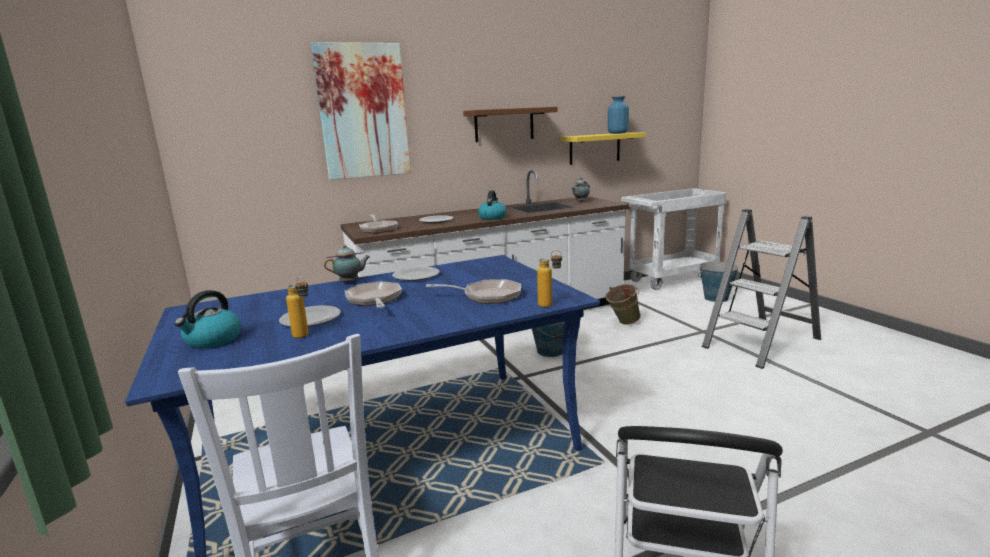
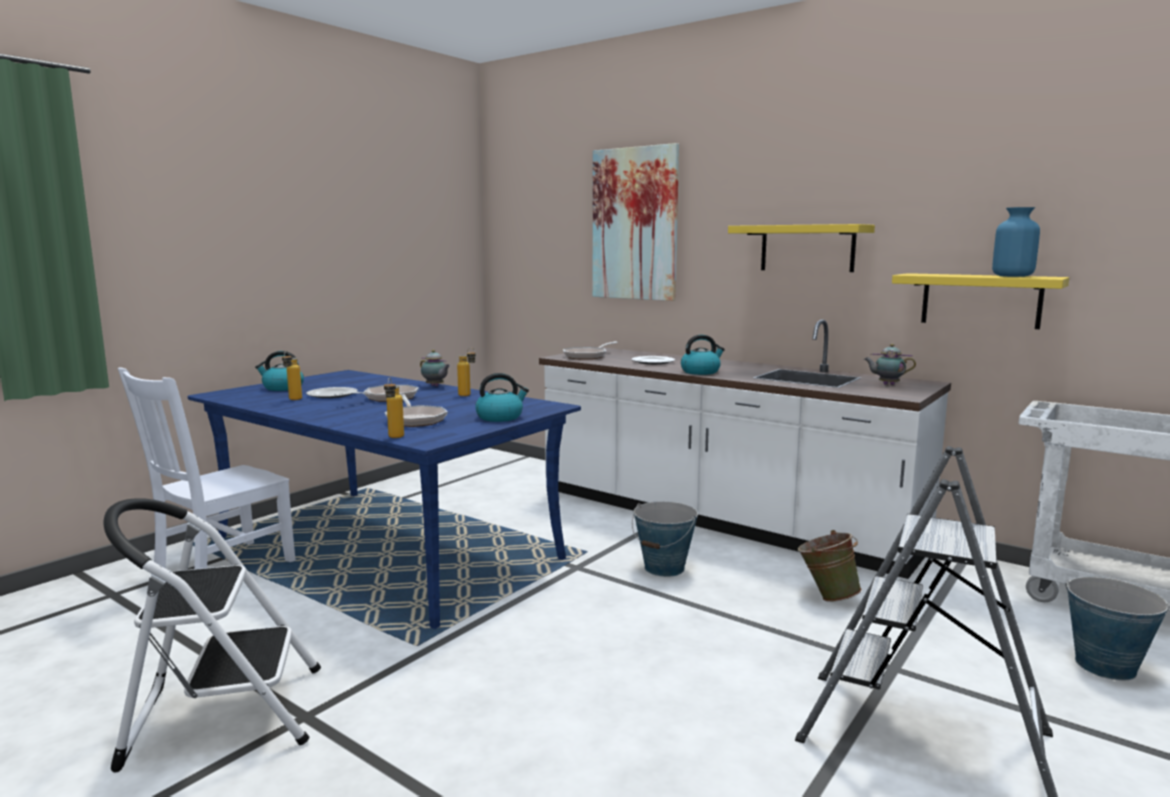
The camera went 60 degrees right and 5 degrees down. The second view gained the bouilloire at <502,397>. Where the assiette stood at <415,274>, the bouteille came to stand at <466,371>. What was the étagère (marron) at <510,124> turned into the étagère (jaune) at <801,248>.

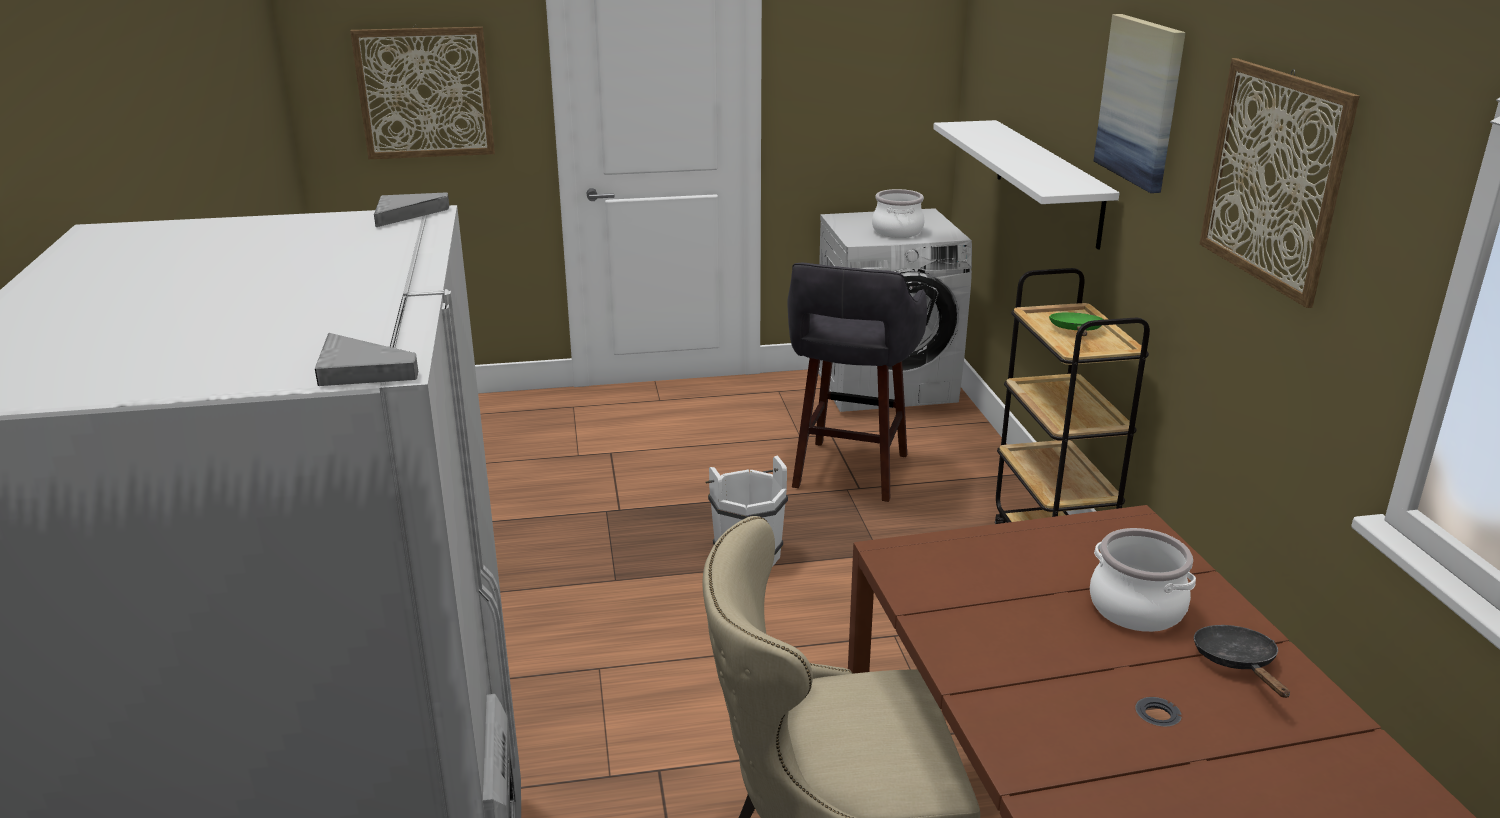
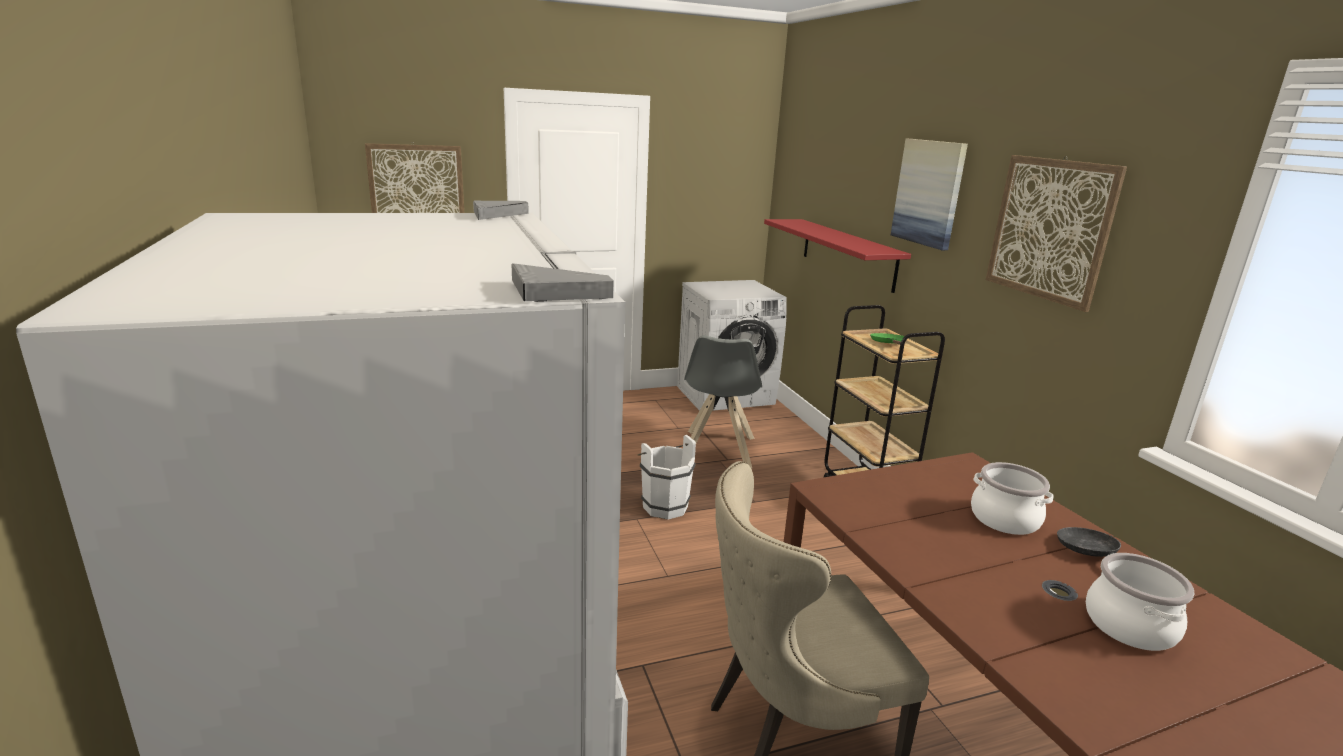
The camera went 10 degrees left and 5 degrees down. The marmite ended up elsewhere, having gone from <898,213> to <1140,602>. Where the tabouret (gris) stood at <857,382>, the chaise (gris) came to stand at <723,402>. What was the étagère (blanc) at <1026,184> turned into the étagère (rouge) at <837,256>.

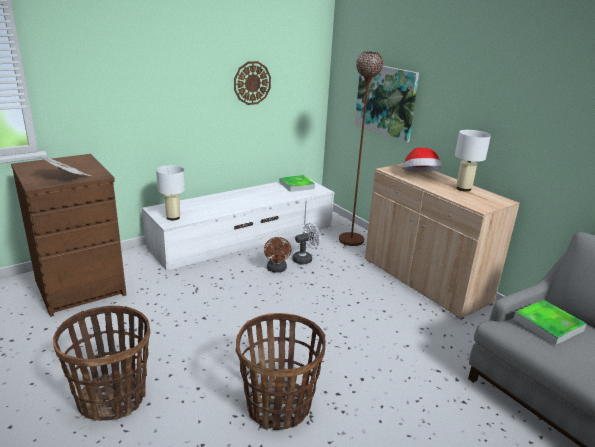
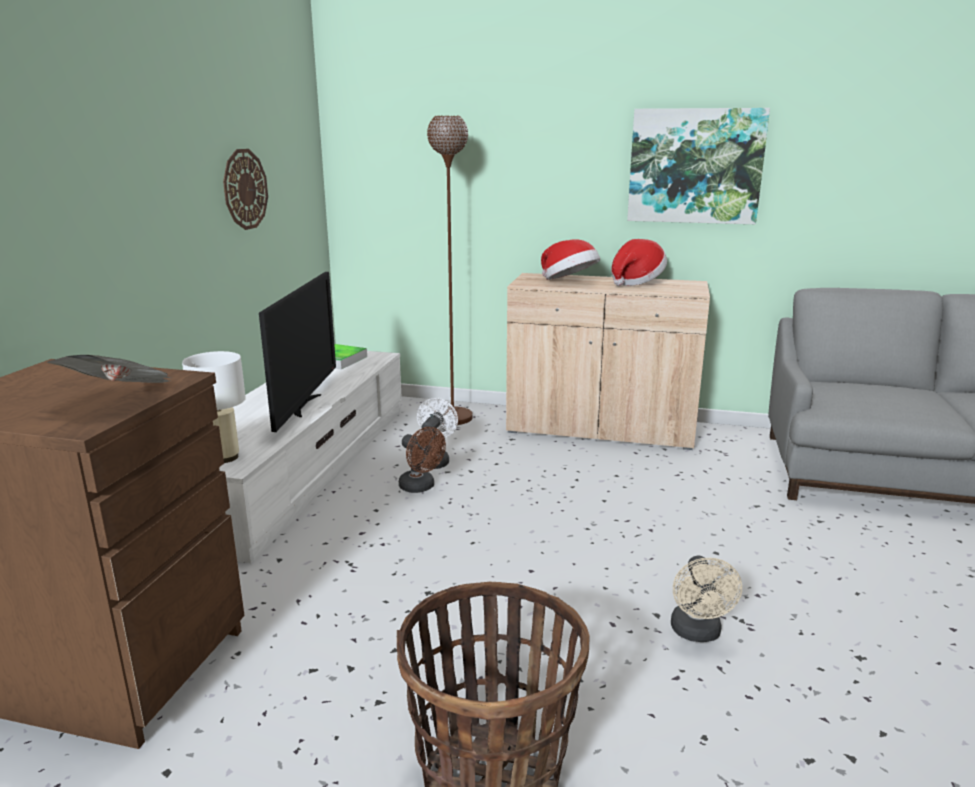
The camera went 40 degrees left and 5 degrees down. The second view lost the plateau at <550,322>. The second view gained the téléviseur at <297,352>. The tableau ended up elsewhere, having gone from <387,104> to <698,166>. Where the panier stood at <281,371>, the ventilateur (beige) came to stand at <706,599>. Where the lampe de table (blanc) stood at <473,161>, the chapeau came to stand at <639,262>.

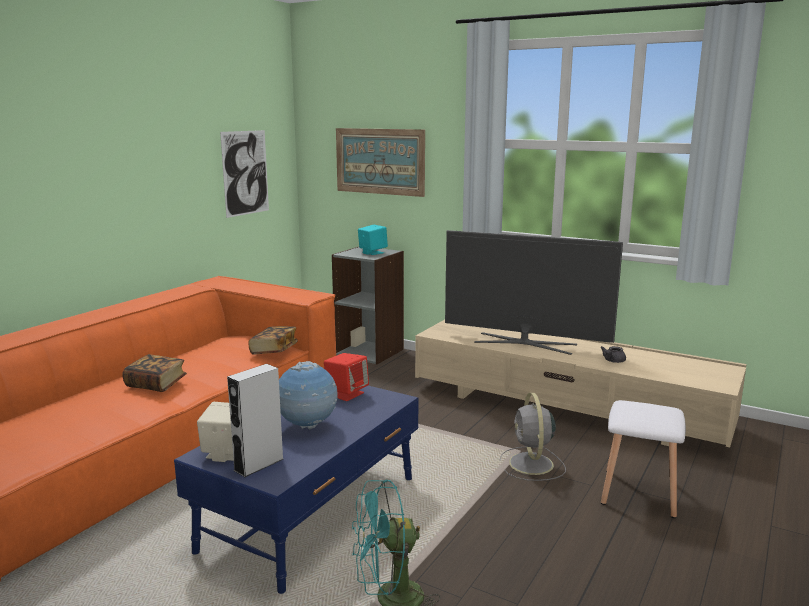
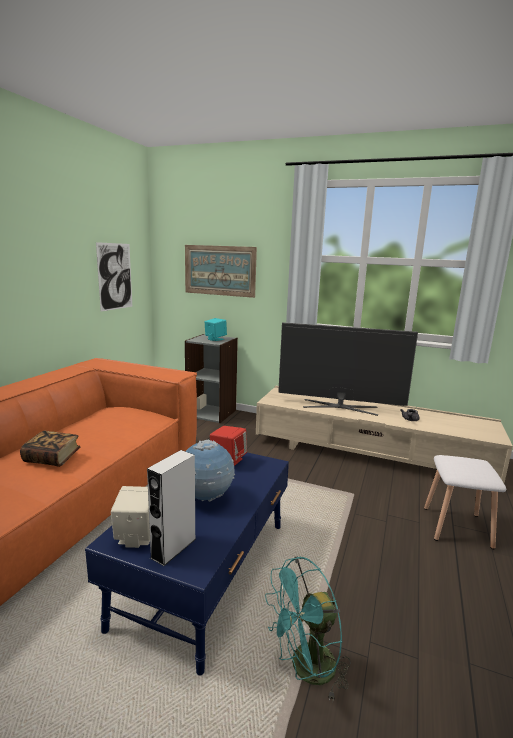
The camera went 10 degrees left and 0 degrees up. The second view lost the livre at <273,340>. The second view lost the ventilateur (gris) at <533,437>.

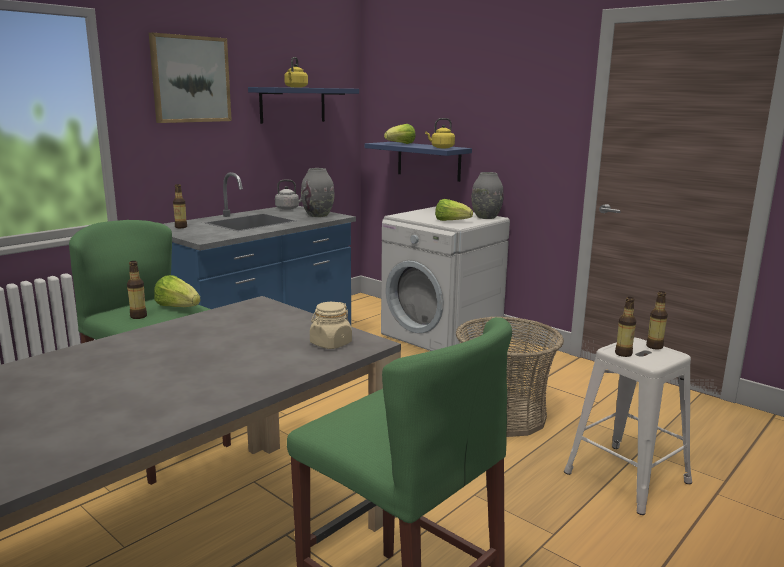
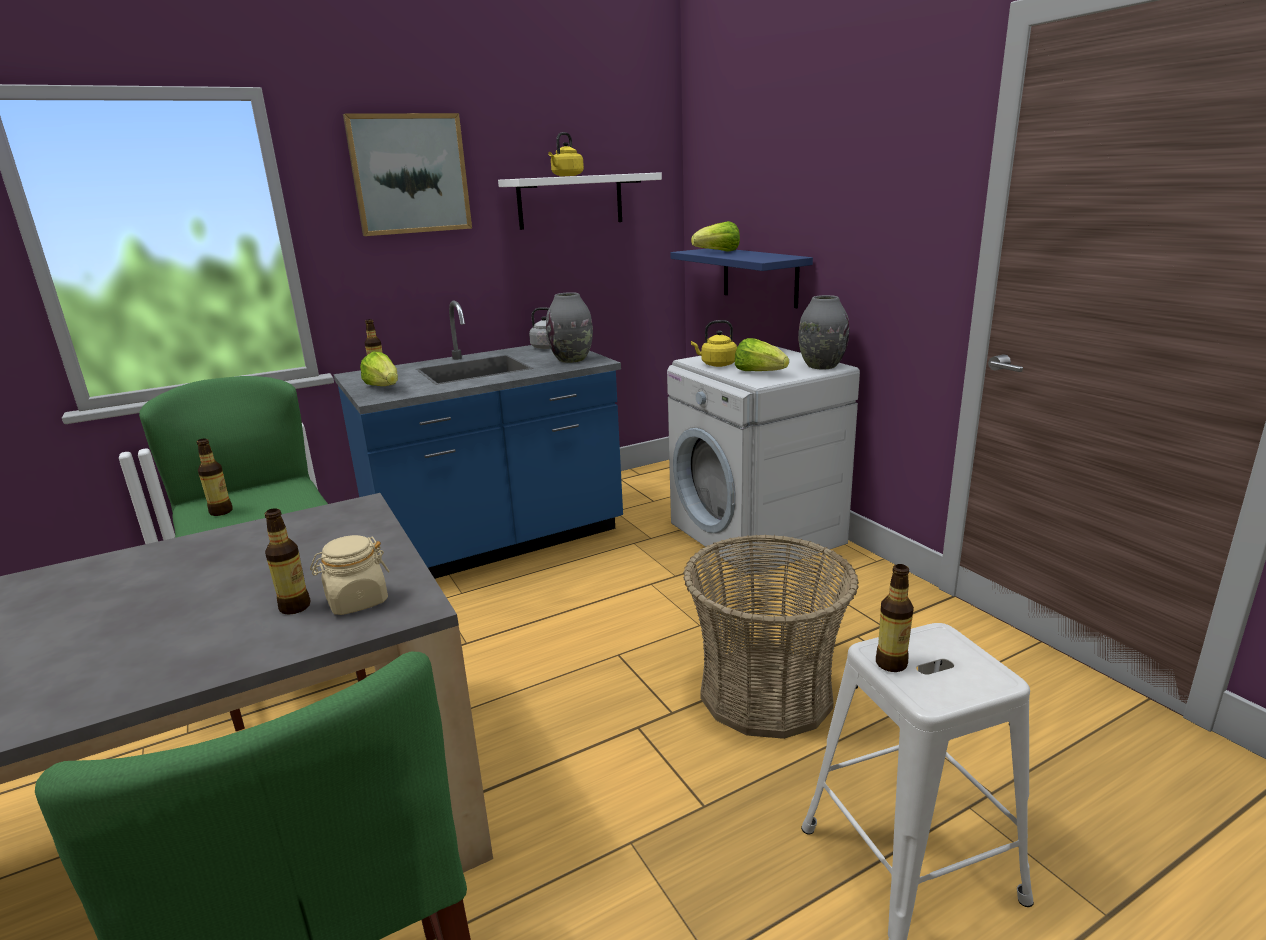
The camera went 20 degrees right and 5 degrees up. The laitue ended up elsewhere, having gone from <177,291> to <379,369>. The bouilloire (jaune) ended up elsewhere, having gone from <440,133> to <714,343>. The bouteille ended up elsewhere, having gone from <657,320> to <287,561>. What was the étagère (bleu) at <303,105> turned into the étagère (blanc) at <580,201>.

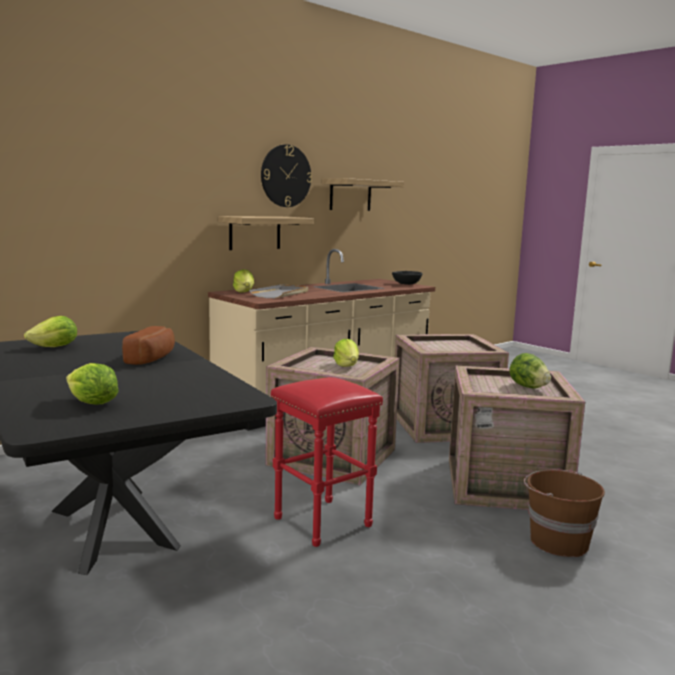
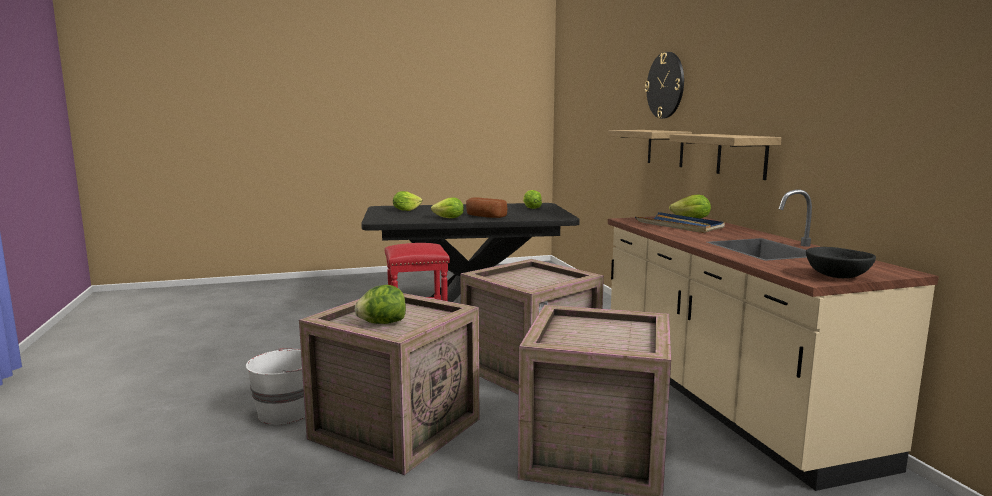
The camera went 115 degrees right and 0 degrees up. The horloge murale ended up elsewhere, having gone from <286,175> to <664,85>. The étagère ended up elsewhere, having gone from <363,194> to <650,148>. The laitue ended up elsewhere, having gone from <346,353> to <447,207>. What was the plateau (gris) at <278,291> turned into the plateau (bleu) at <680,222>. What was the seau (marron) at <564,513> turned into the seau (blanc) at <275,386>.

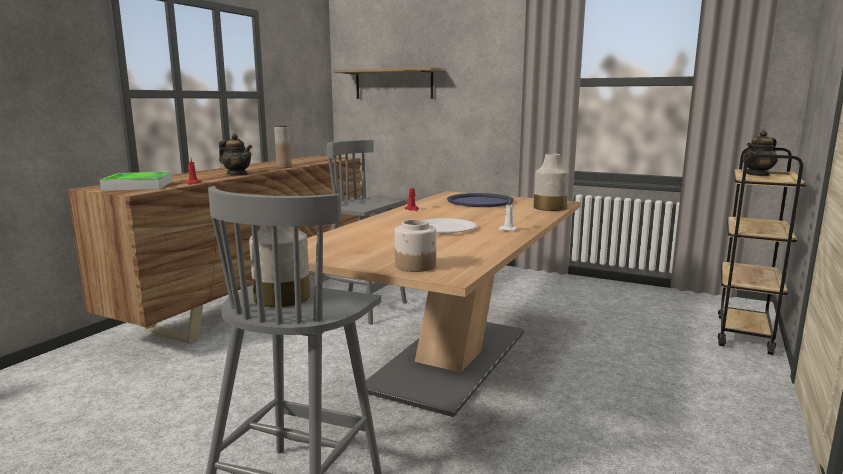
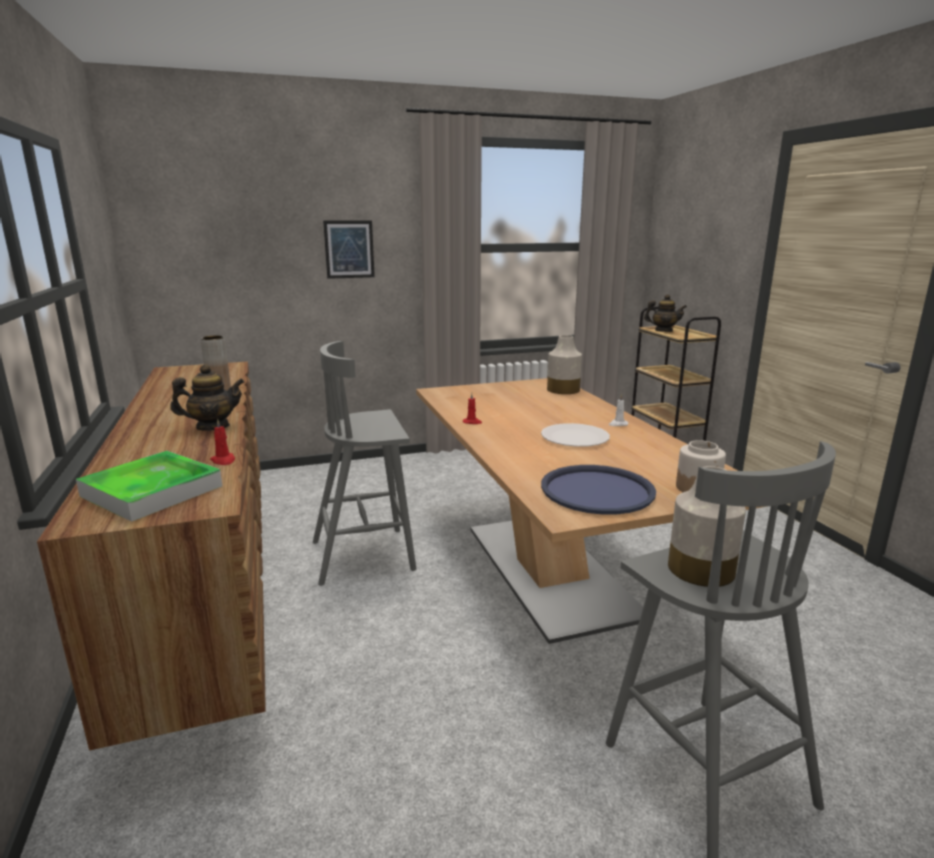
The camera went 45 degrees left and 5 degrees up. The second view lost the étagère at <388,83>. The second view gained the tableau at <349,250>. The plateau (bleu) ended up elsewhere, having gone from <480,200> to <598,489>. The théière at <760,153> ended up facing another way, 90 degrees counterclockwise from before.

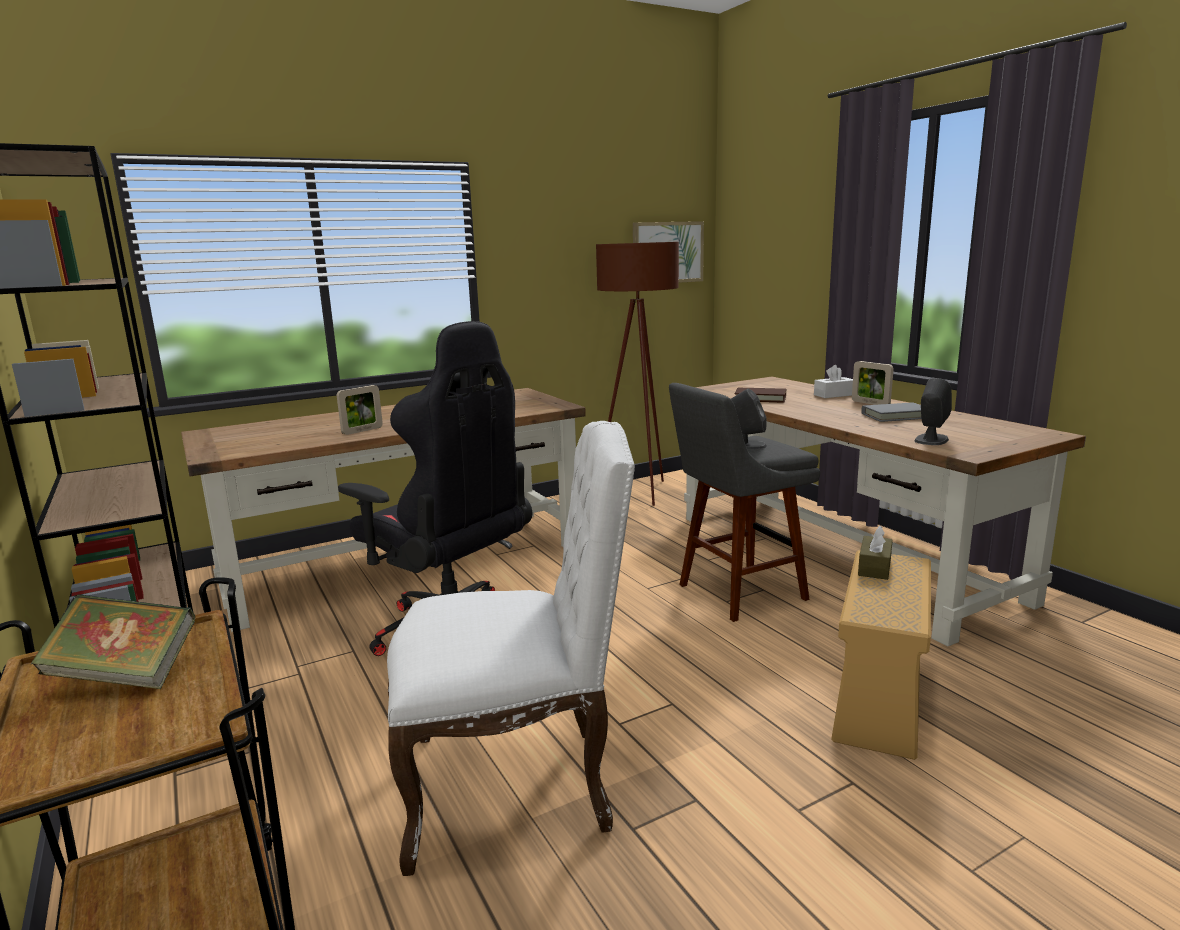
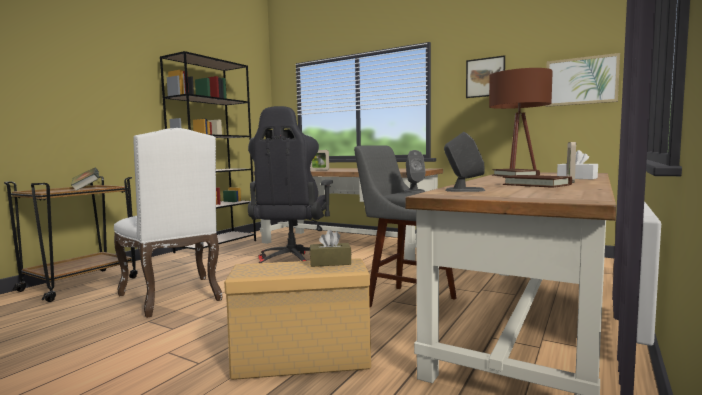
The camera went 60 degrees right and 10 degrees down. The second view gained the tableau at <485,76>. What was the livre (gris) at <891,412> turned into the livre (marron) at <537,181>.

